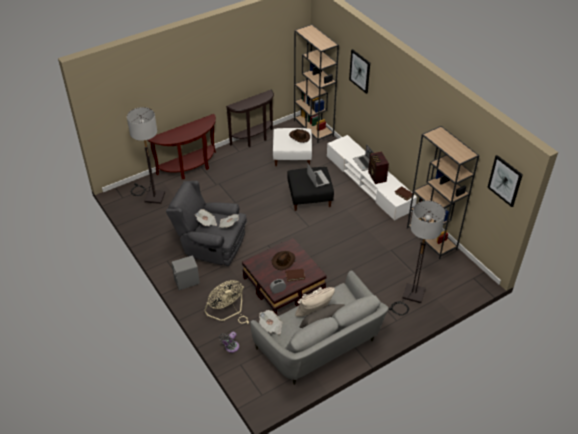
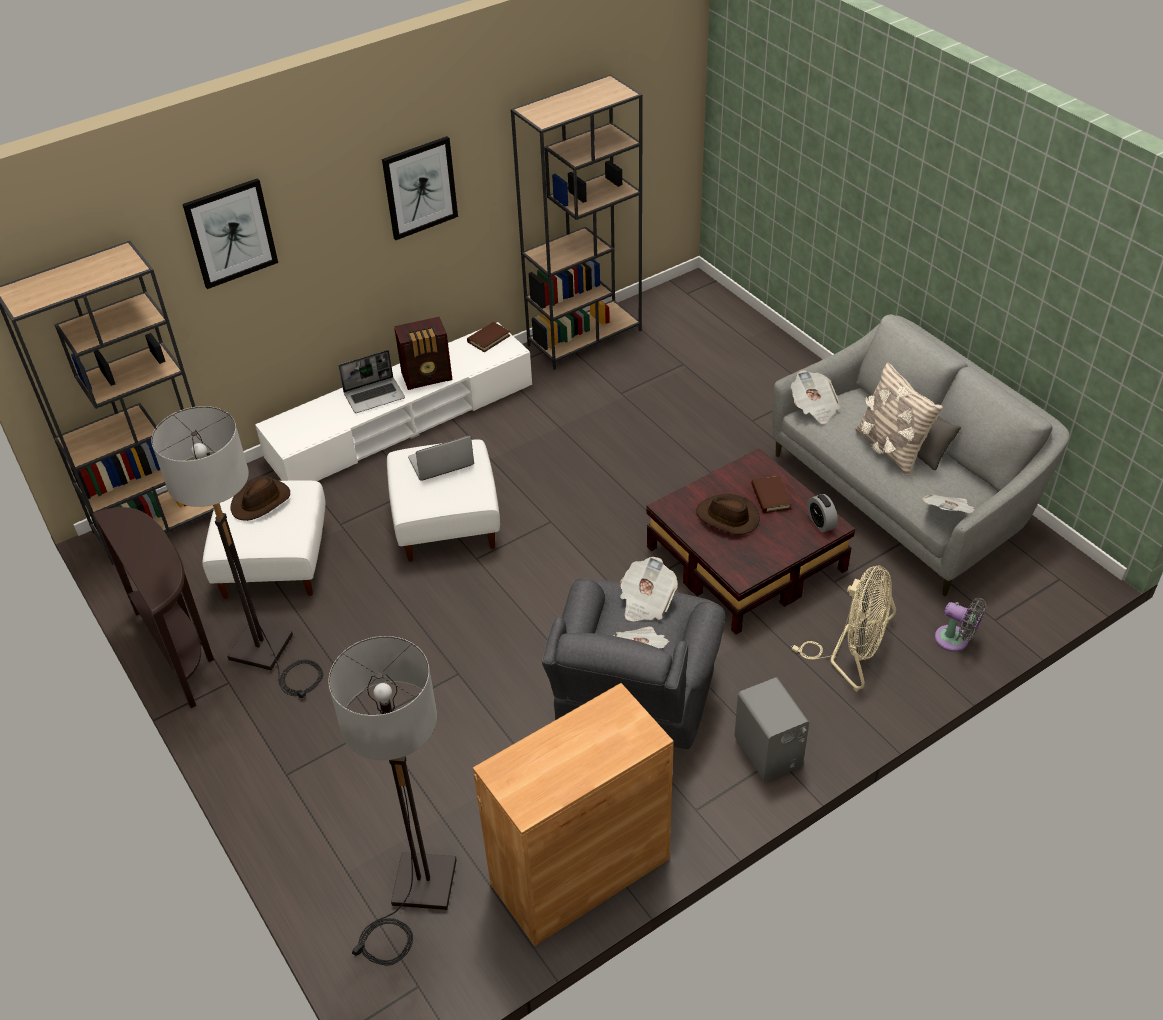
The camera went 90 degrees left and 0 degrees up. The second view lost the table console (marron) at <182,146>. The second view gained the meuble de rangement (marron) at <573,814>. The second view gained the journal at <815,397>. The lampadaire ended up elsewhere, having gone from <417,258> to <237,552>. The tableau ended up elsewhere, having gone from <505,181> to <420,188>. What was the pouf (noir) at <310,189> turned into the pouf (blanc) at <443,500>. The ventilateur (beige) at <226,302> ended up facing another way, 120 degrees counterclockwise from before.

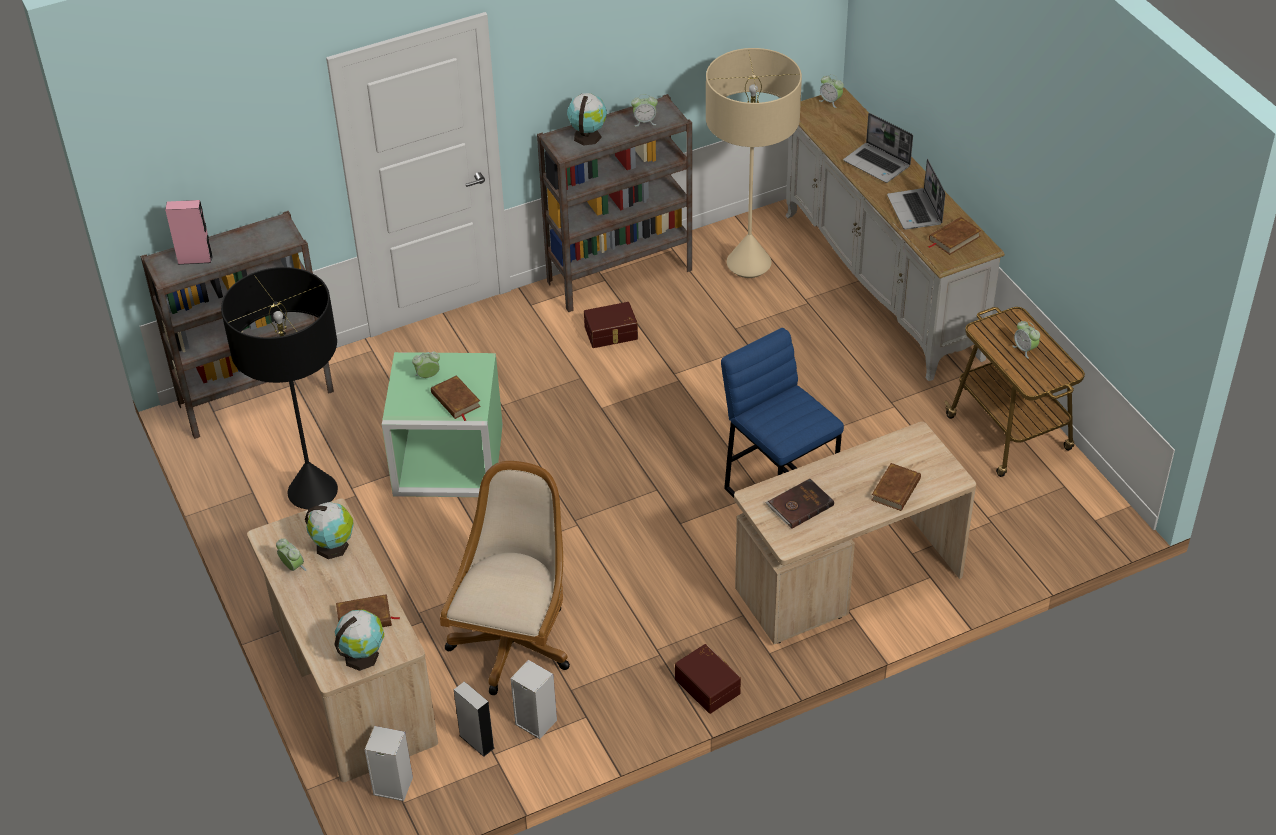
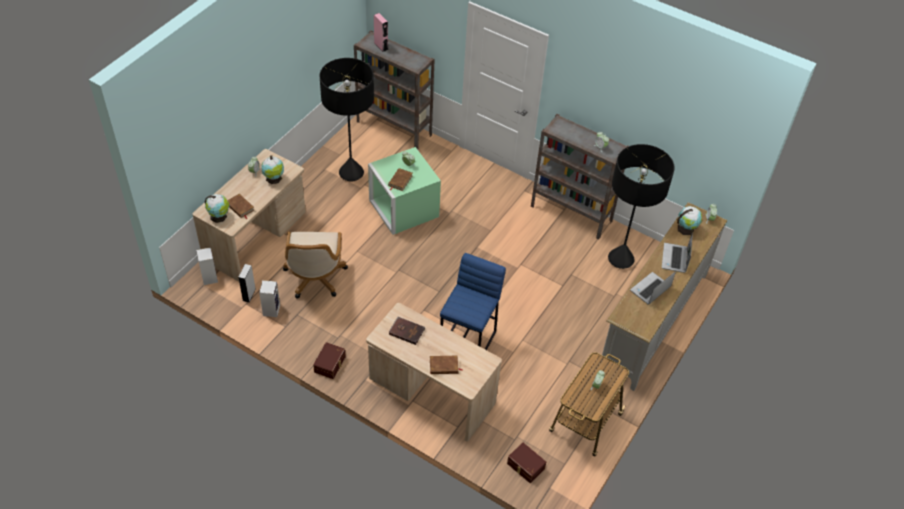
The camera went 55 degrees right and 5 degrees up. The second view lost the livre (marron) at <954,236>. The globe ended up elsewhere, having gone from <587,119> to <689,220>. The boîte de rangement (marron) ended up elsewhere, having gone from <611,325> to <526,463>. What was the lampadaire (beige) at <754,163> turned into the lampadaire (noir) at <641,206>. The chaise de bureau at <505,578> ended up facing another way, 105 degrees clockwise from before.

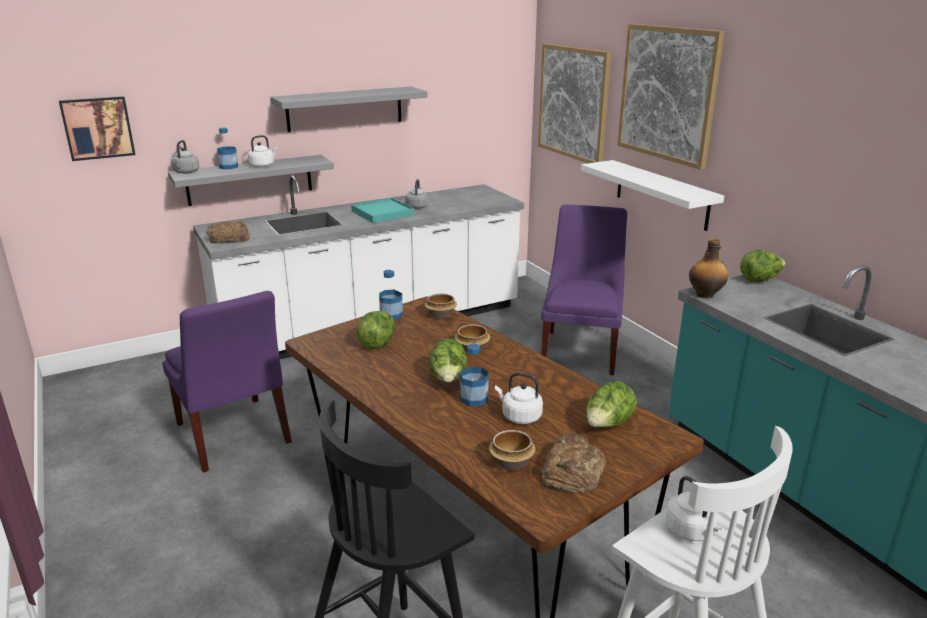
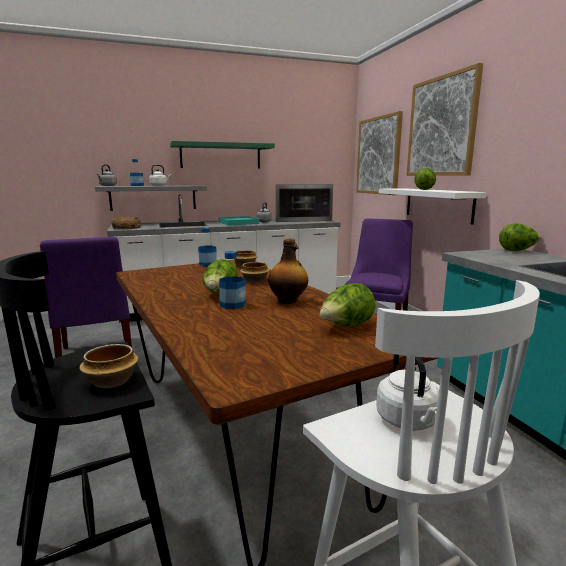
The camera went 10 degrees right and 10 degrees down. The second view lost the tableau at <96,128>. The second view lost the bouilloire (blanc) at <519,398>. The second view lost the pain at <573,463>. The second view gained the micro-ondes at <304,203>. The laitue ended up elsewhere, having gone from <375,330> to <425,179>. The bol ended up elsewhere, having gone from <512,450> to <108,366>. The bouteille ended up elsewhere, having gone from <708,268> to <288,271>. What was the étagère (gris) at <349,109> turned into the étagère (vert) at <222,154>.

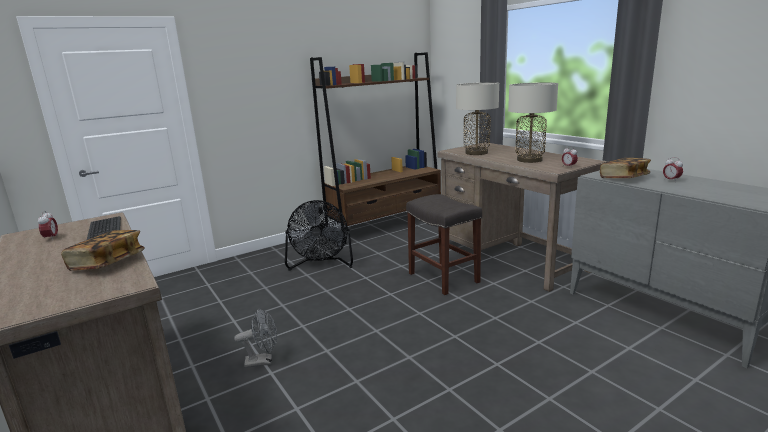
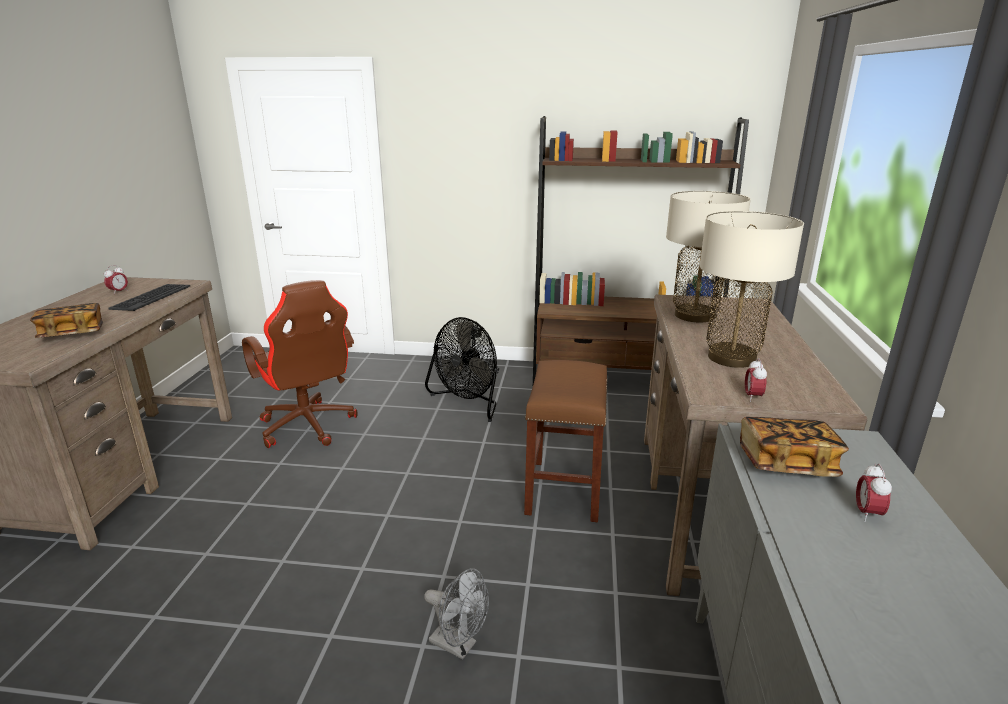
The camera went 40 degrees right and 5 degrees up. The second view gained the chaise de bureau (marron) at <300,364>. The ventilateur (gris) ended up elsewhere, having gone from <255,338> to <456,613>. What was the tabouret (gris) at <444,244> turned into the tabouret (marron) at <565,441>.

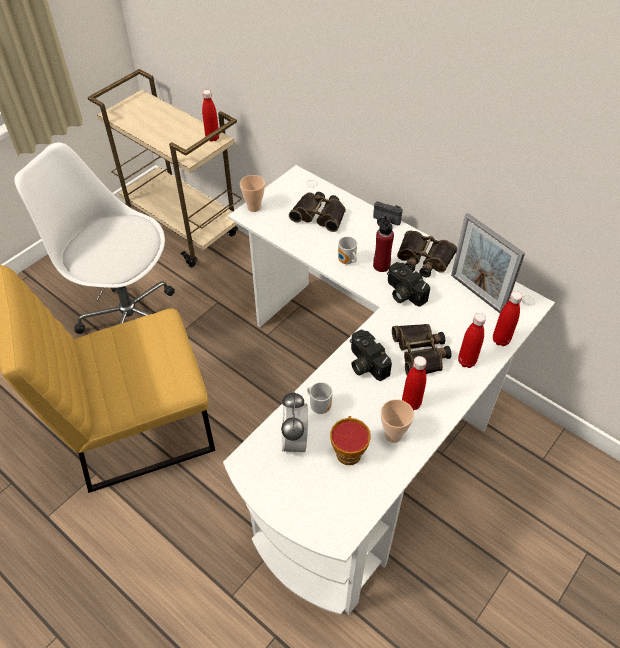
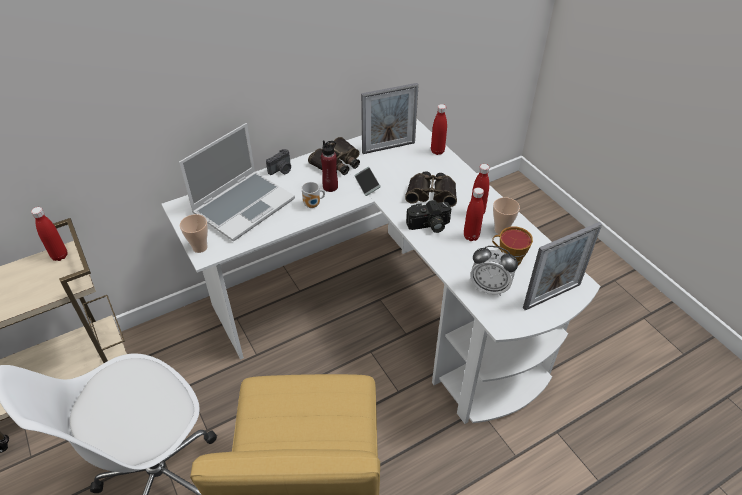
The camera went 70 degrees left and 5 degrees down. The second view lost the mug at <320,398>. The second view gained the cadre photo at <562,266>. The bouteille (rouge) ended up elsewhere, having gone from <472,340> to <474,214>. Where the jumelles stood at <317,212>, the ordinateur portable came to stand at <237,182>. Where the appareil photo stood at <408,284>, the téléphone came to stand at <368,181>.

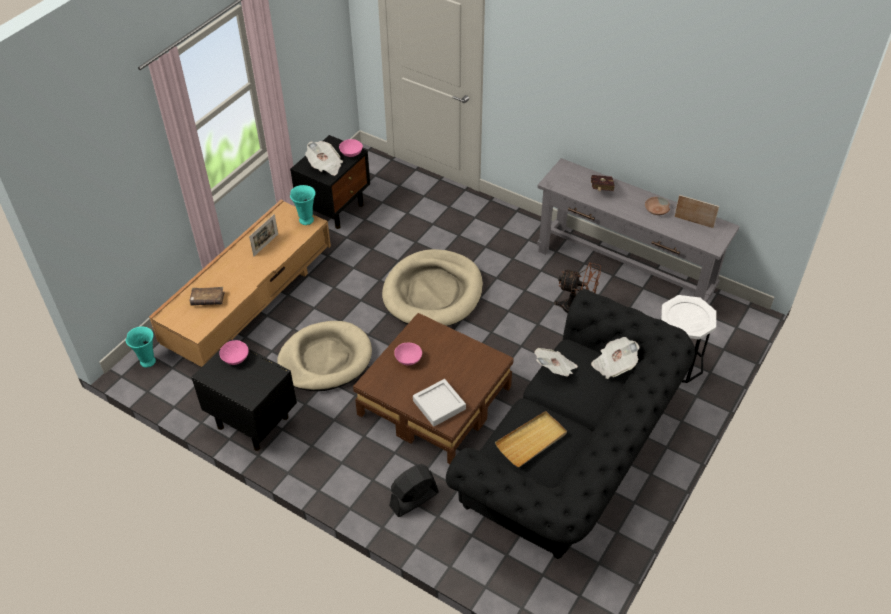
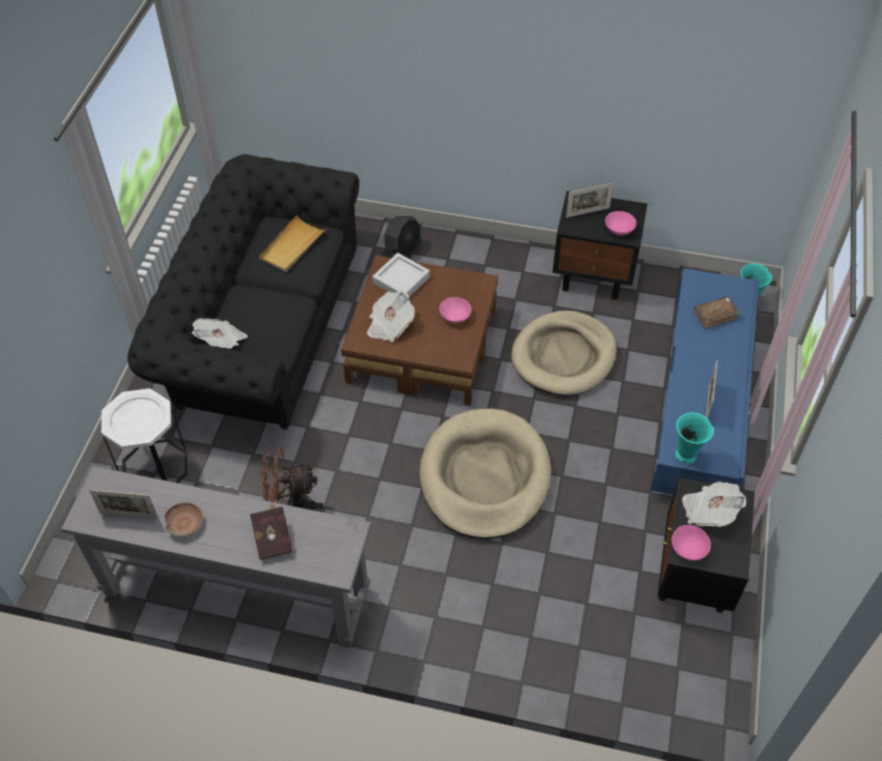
The camera went 160 degrees right and 5 degrees up. The second view gained the cadre photo at <590,200>. The journal ended up elsewhere, having gone from <556,362> to <391,316>. What was the meuble télé (marron) at <240,283> turned into the meuble télé (bleu) at <704,381>.

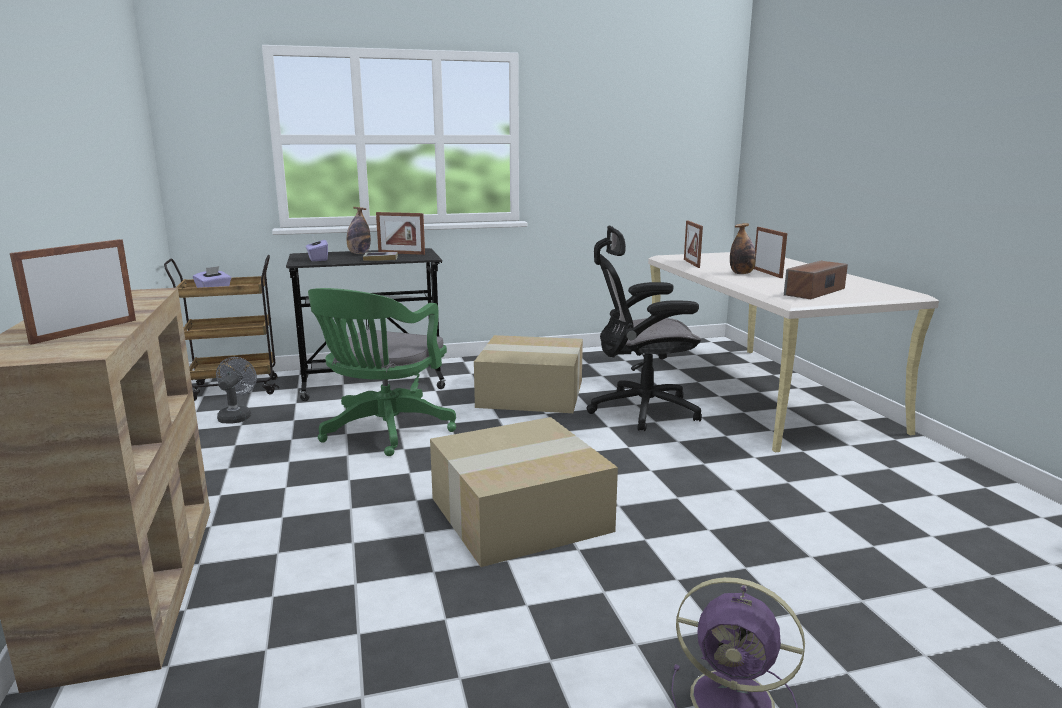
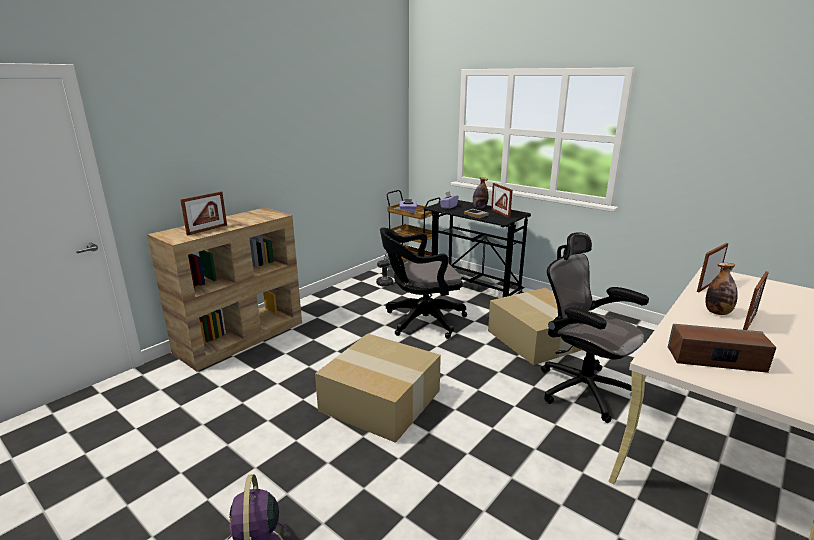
The camera went 55 degrees right and 5 degrees up. What was the chaise de bureau (vert) at <382,372> turned into the chaise de bureau (noir) at <423,283>. The cadre photo at <73,292> ended up facing another way, 135 degrees clockwise from before.

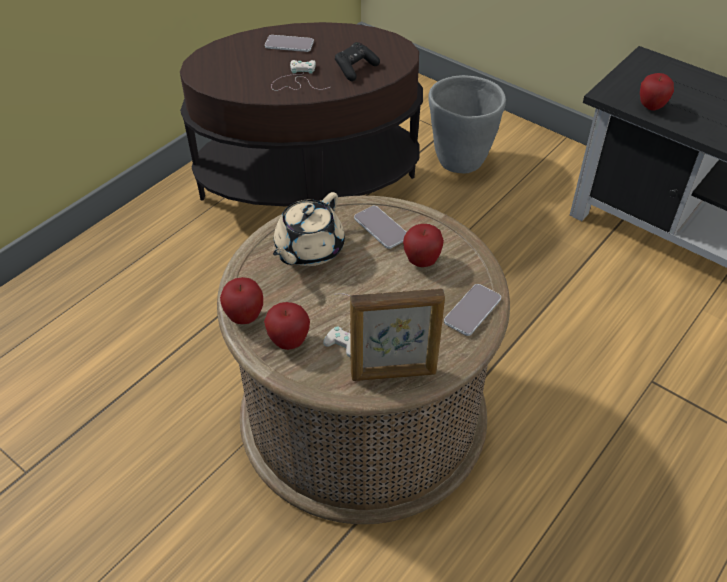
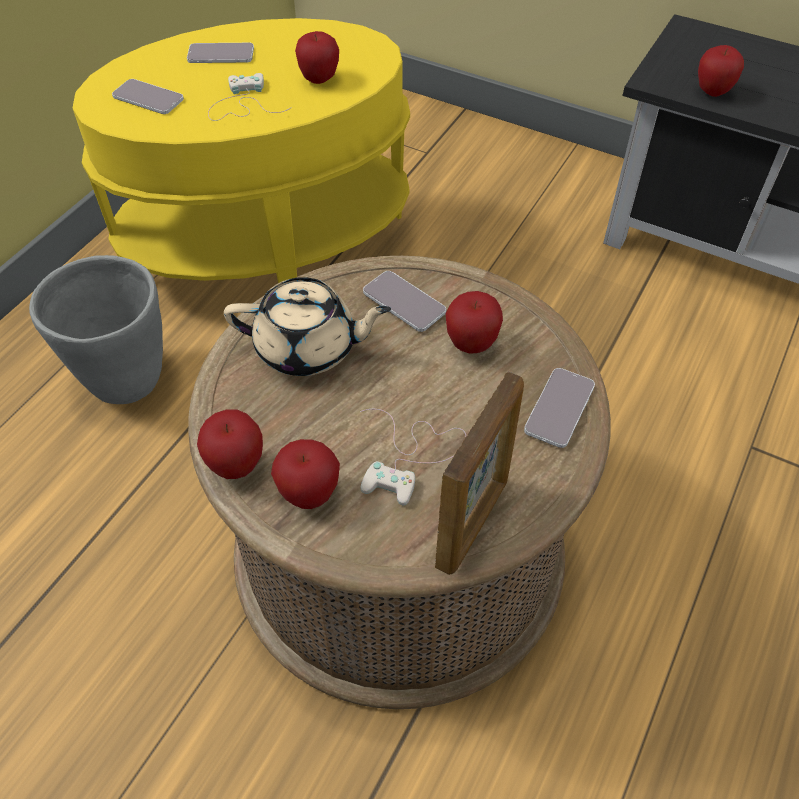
The camera went 10 degrees left and 5 degrees up. The second view gained the téléphone at <148,96>. The cache-pot (gris) ended up elsewhere, having gone from <467,124> to <96,329>. Where the manette (noir) stood at <357,61>, the pomme came to stand at <317,57>. What was the table d'appoint (marron) at <301,114> turned into the table d'appoint (jaune) at <241,150>. The théière (beige) at <309,229> ended up facing another way, 105 degrees counterclockwise from before. The cadre photo at <397,335> ended up facing another way, 45 degrees counterclockwise from before.

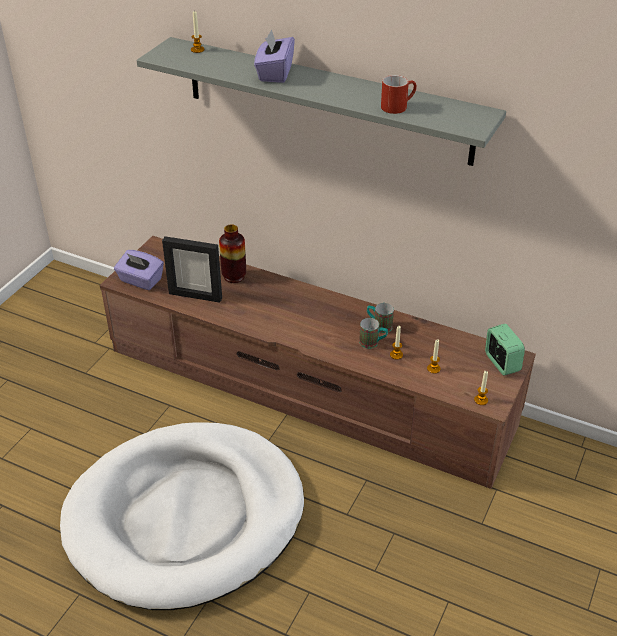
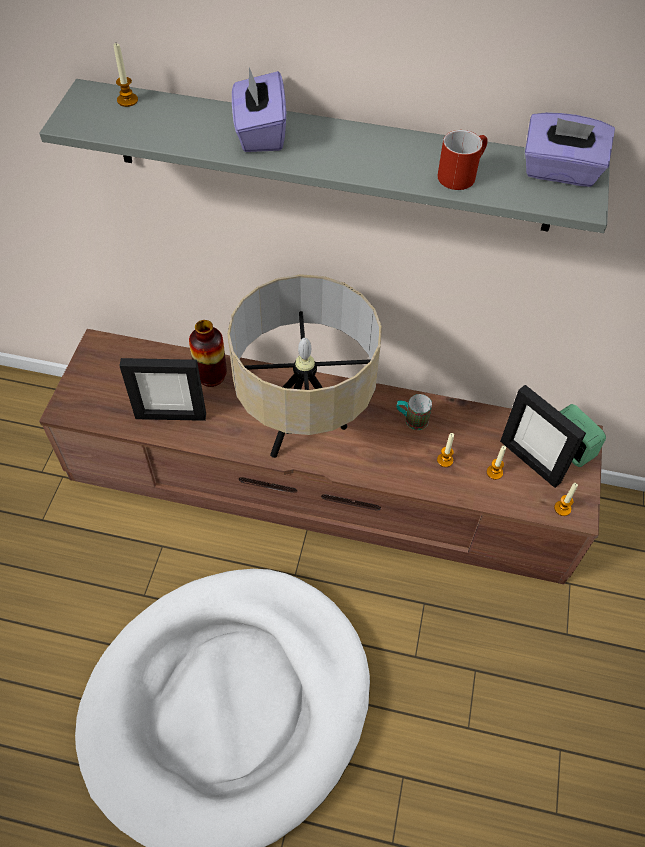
The camera went 15 degrees left and 15 degrees up. The second view lost the mug at <373,333>. The second view gained the lampe de table (beige) at <304,366>. The second view gained the cadre photo at <543,436>. The boîte à mouchoirs (violet) ended up elsewhere, having gone from <139,270> to <570,149>.

